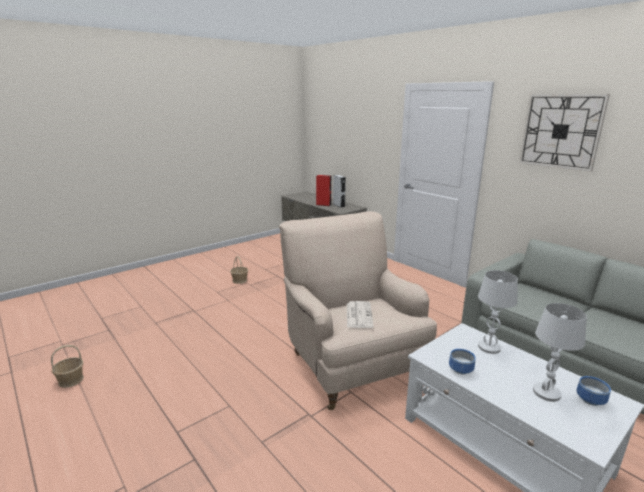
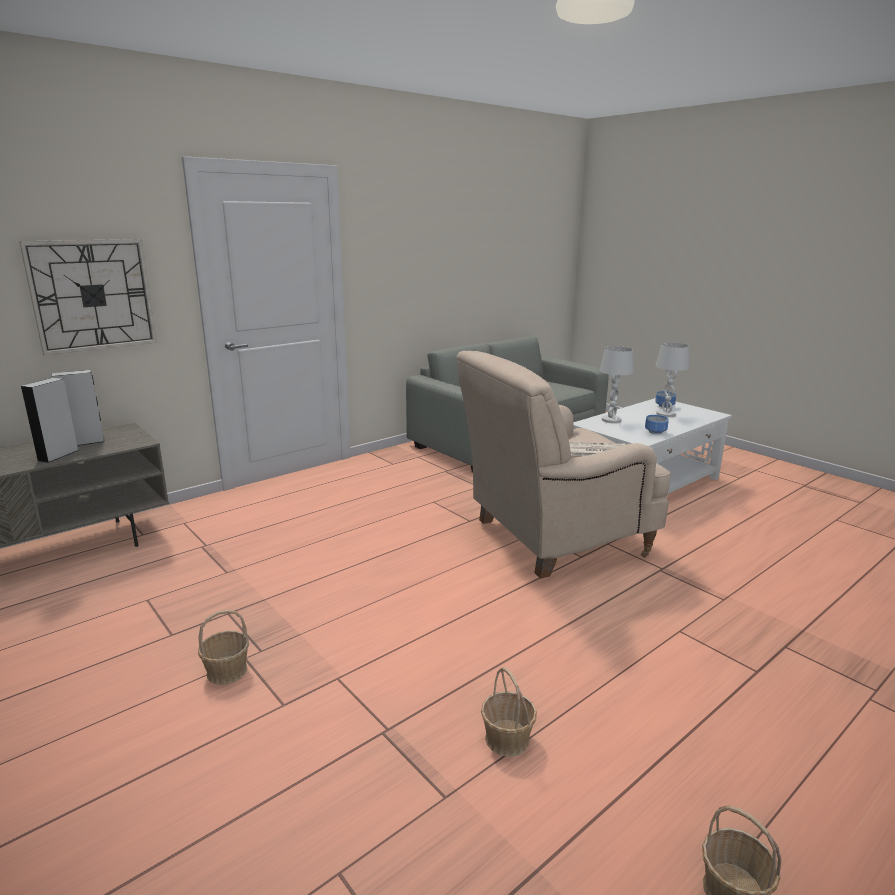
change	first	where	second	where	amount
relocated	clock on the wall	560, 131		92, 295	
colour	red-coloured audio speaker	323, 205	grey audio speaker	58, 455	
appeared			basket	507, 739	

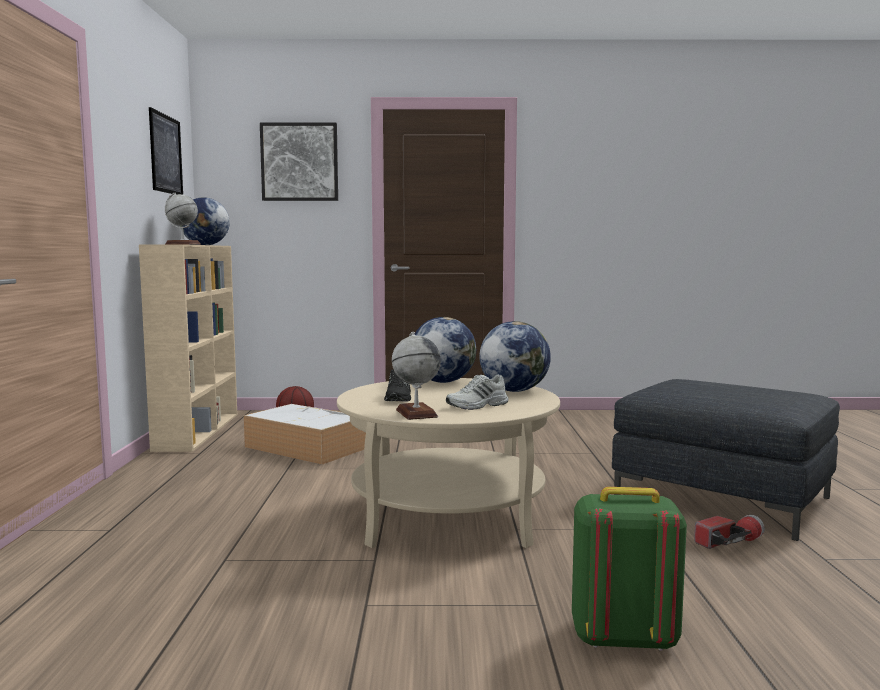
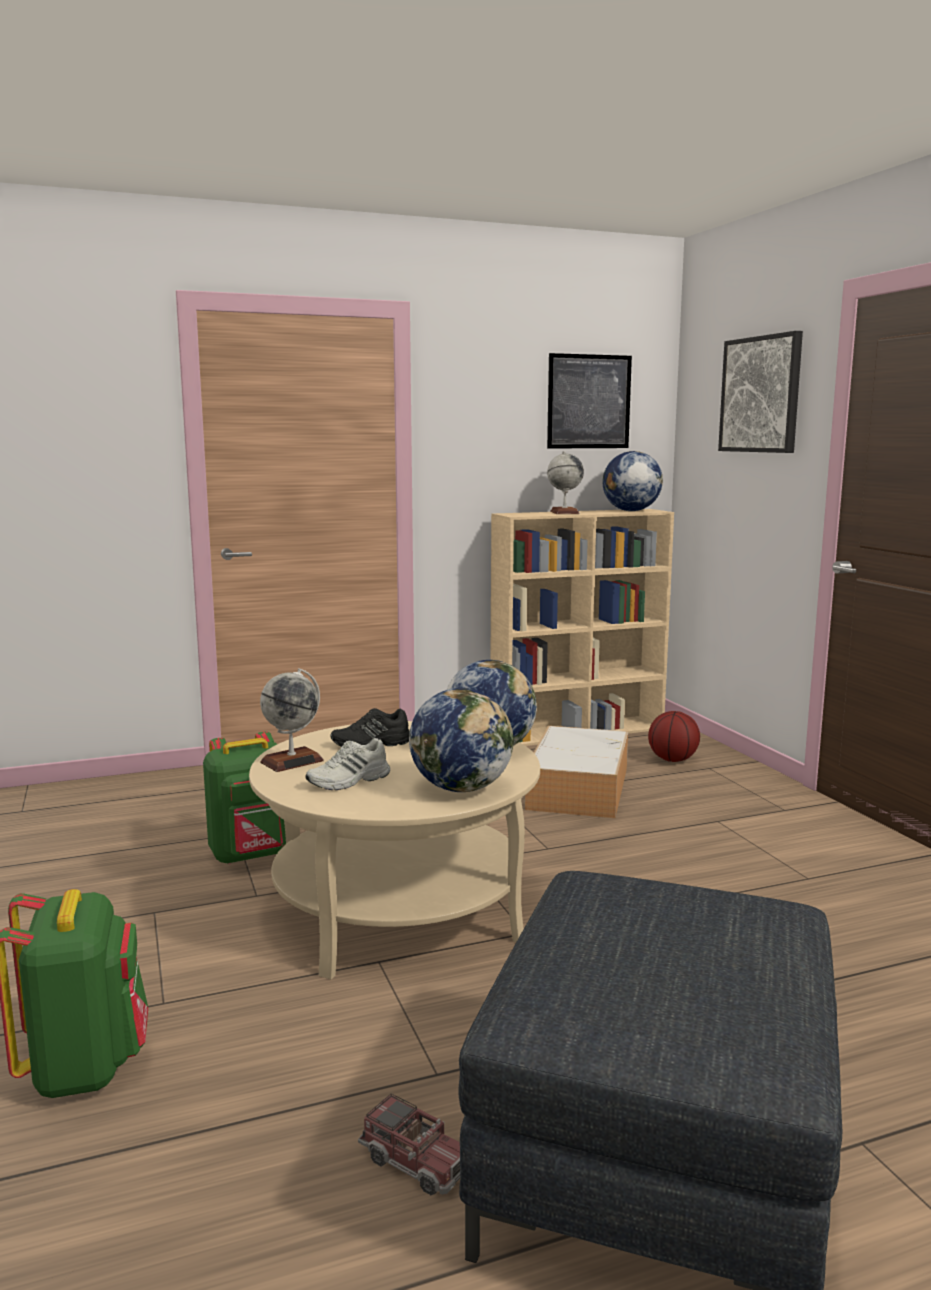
change	first	where	second	where	amount
spun	white item of footwear	478, 405		349, 781	75 degrees counterclockwise
exchanged	flashlight	729, 542	toy truck	415, 1162	
appeared			green-coloured knapsack	252, 855	

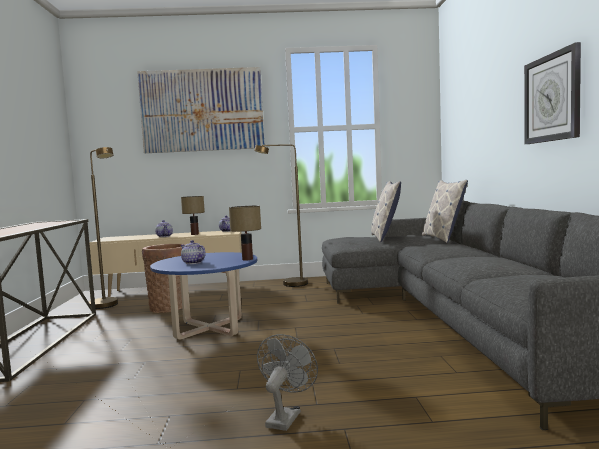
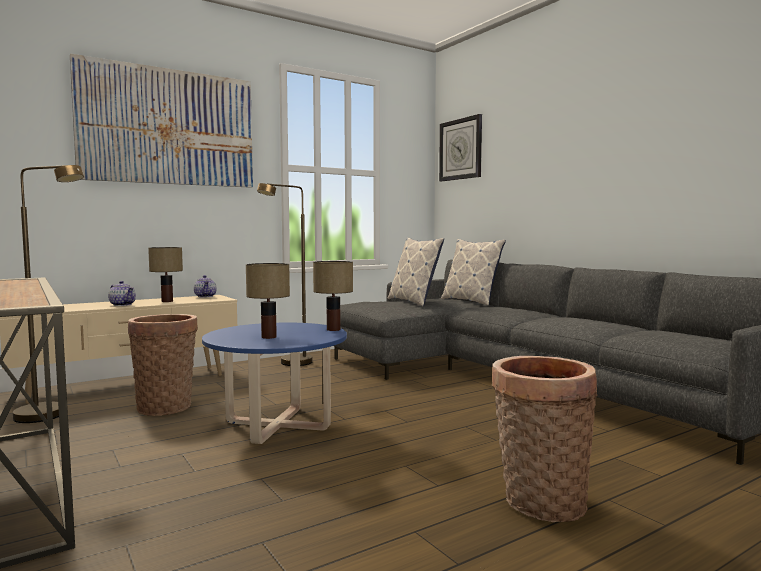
change	first	where	second	where	amount
relocated	clock on the wall	552, 98		461, 149	
exchanged	tea pot	192, 263	table lamp	269, 337	
exchanged	grey cooling fan	285, 416	basket	539, 501	

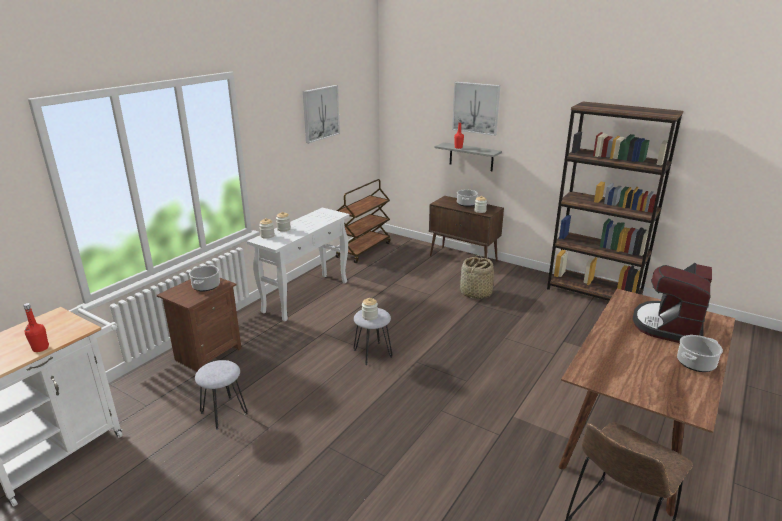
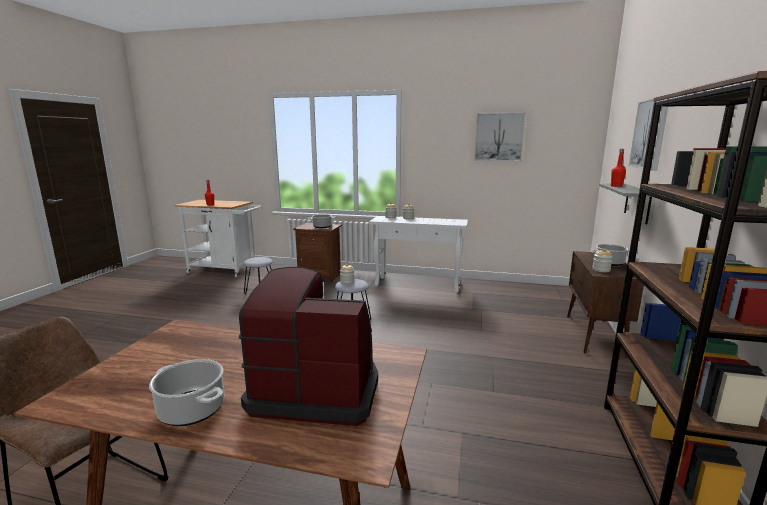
change	first	where	second	where	amount
missing	brown-coloured cart	363, 250			
missing	basket	475, 293			

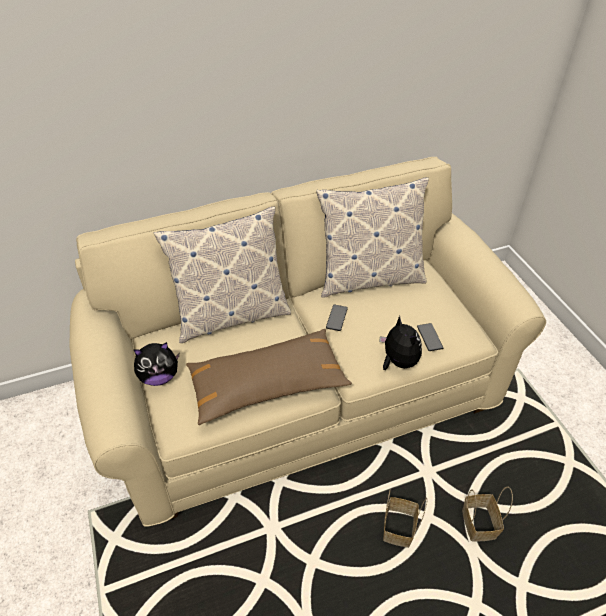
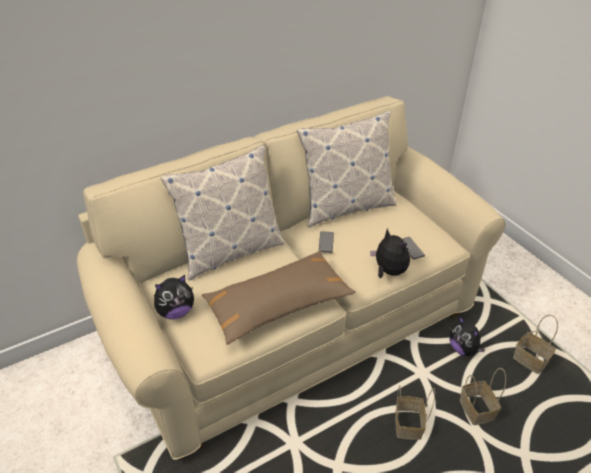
change	first	where	second	where	amount
appeared			basket	528, 360	
appeared			plush toy	463, 349	

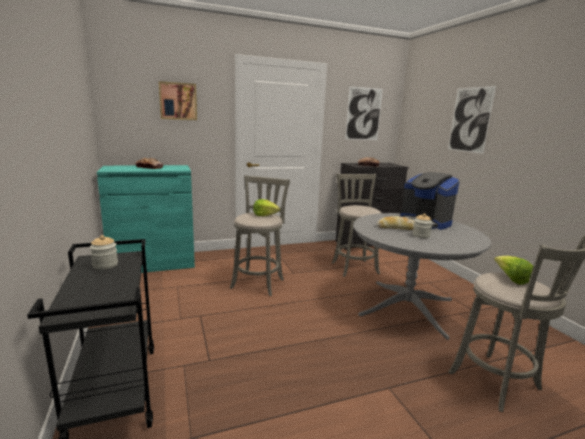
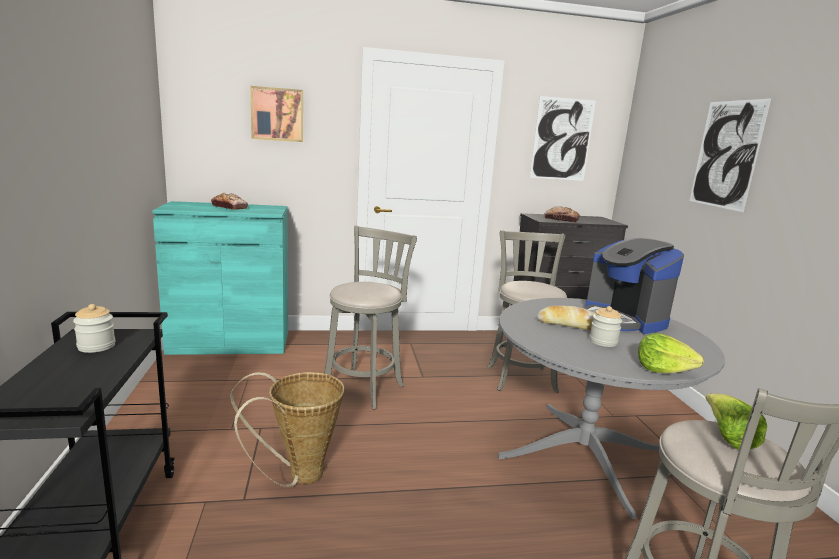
change	first	where	second	where	amount
relocated	lettuce	265, 215		662, 369	
appeared			basket	297, 476	

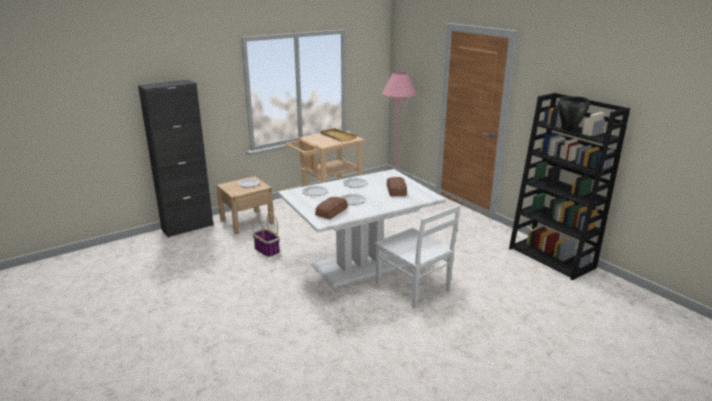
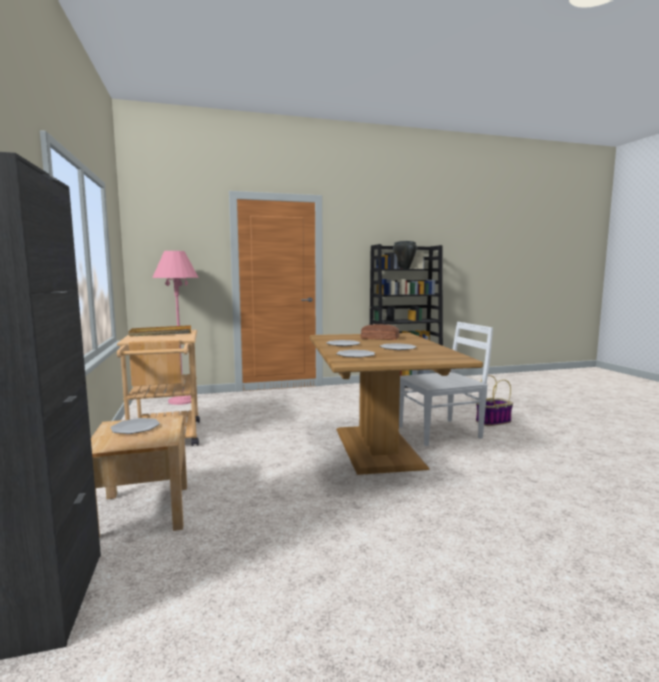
change	first	where	second	where	amount
colour	white kitchen table	360, 266	brown-coloured kitchen table	379, 447	
missing	bread	332, 212			
relocated	basket	267, 250		493, 421	

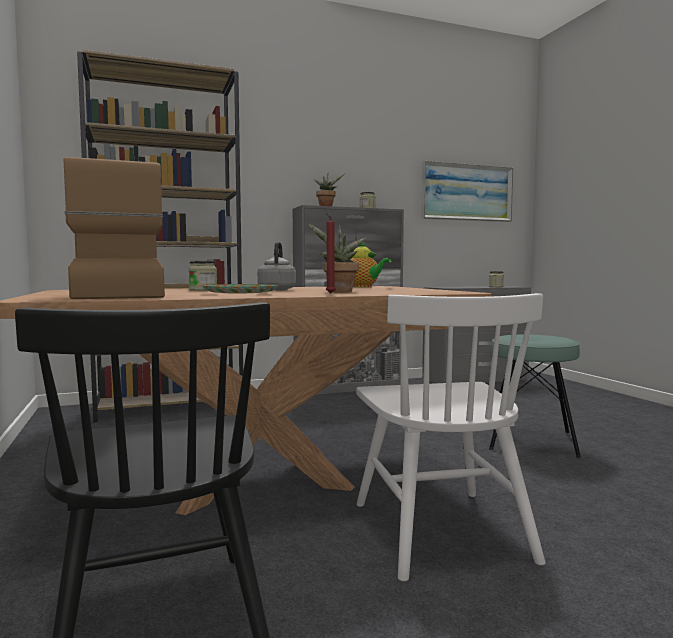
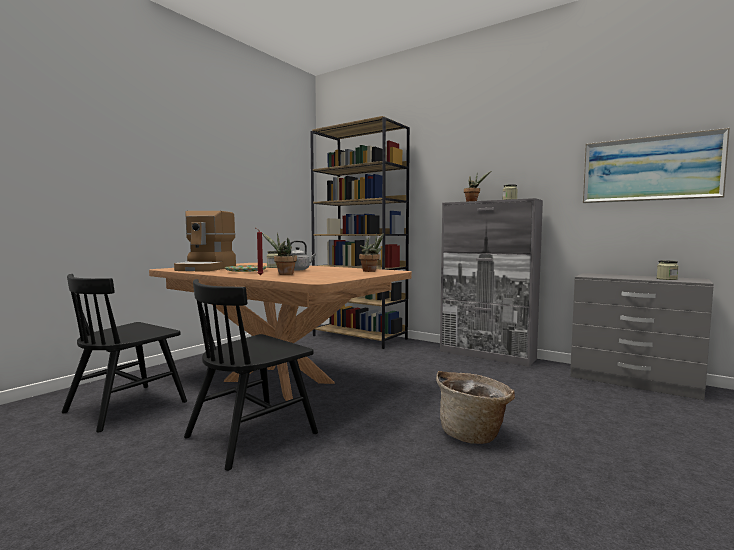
change	first	where	second	where	amount
spun	coffee maker	118, 295		207, 268	150 degrees clockwise
exchanged	tea pot	364, 287	potted plant	371, 271	
colour	white chair	440, 531	black-coloured chair	252, 435	
exchanged	turquoise-coloured stool seat	531, 440	basket	473, 434	

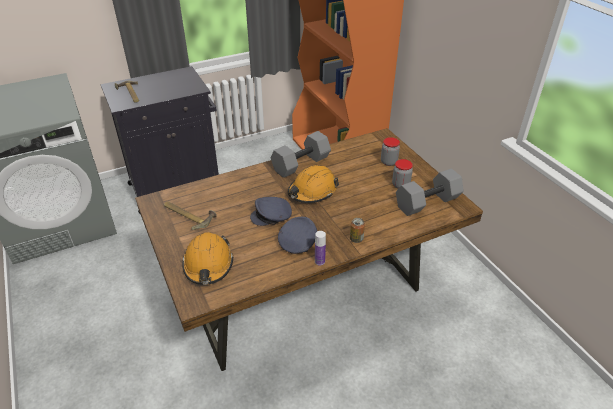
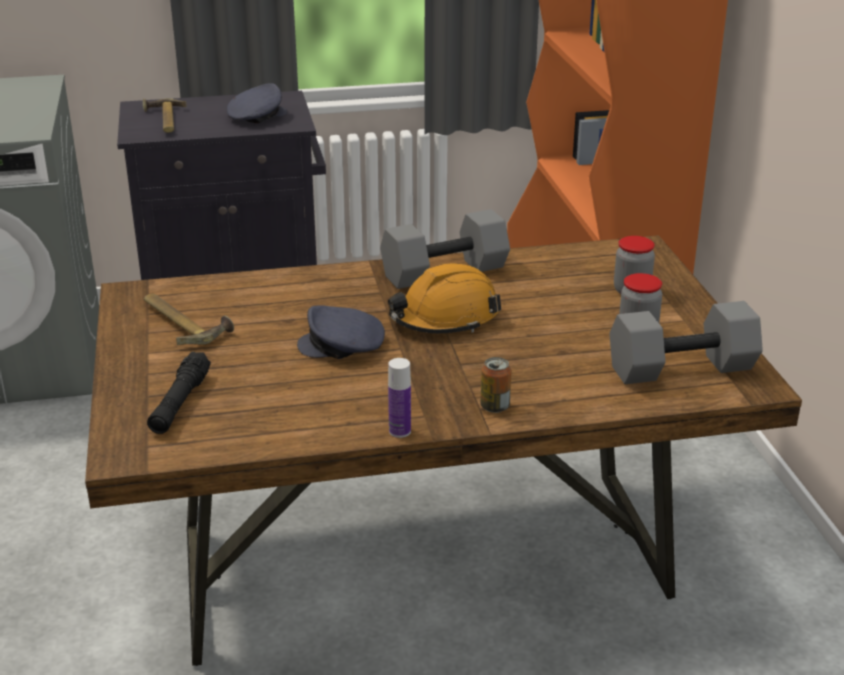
change	first	where	second	where	amount
relocated	grey cap	298, 241		256, 117	
exchanged	orangey safety helmet	208, 265	black-coloured flashlight	180, 403	

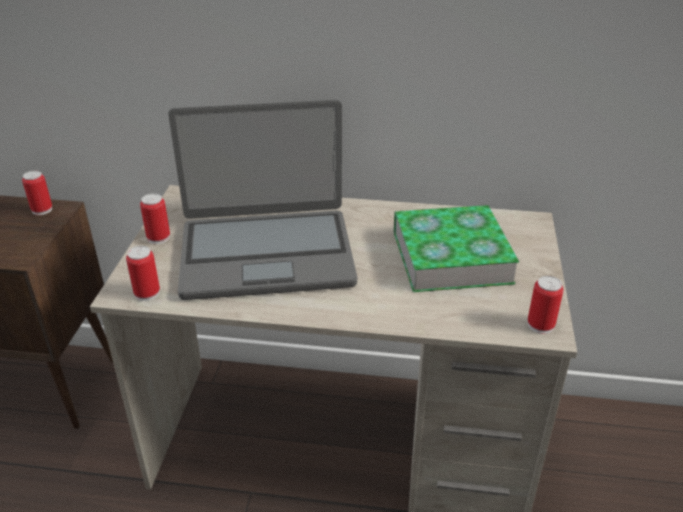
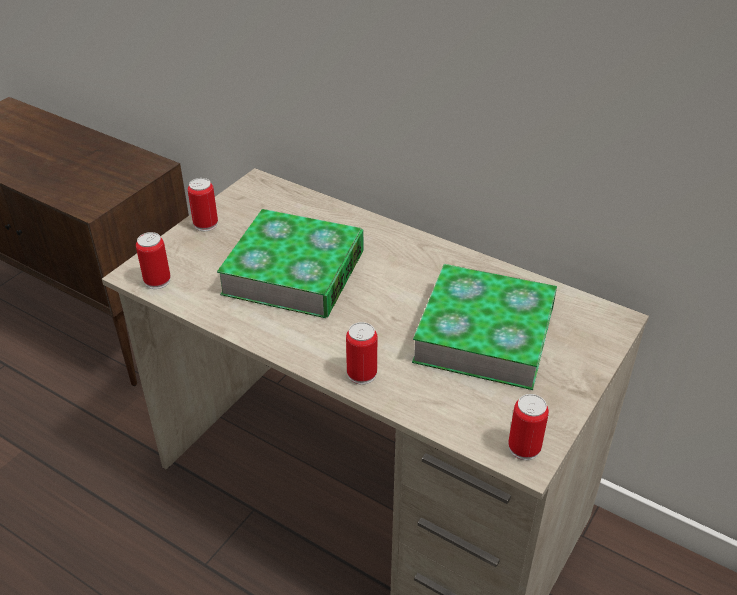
change	first	where	second	where	amount
exchanged	laptop	266, 254	bound book	294, 272	
relocated	metal can	42, 210		361, 374	

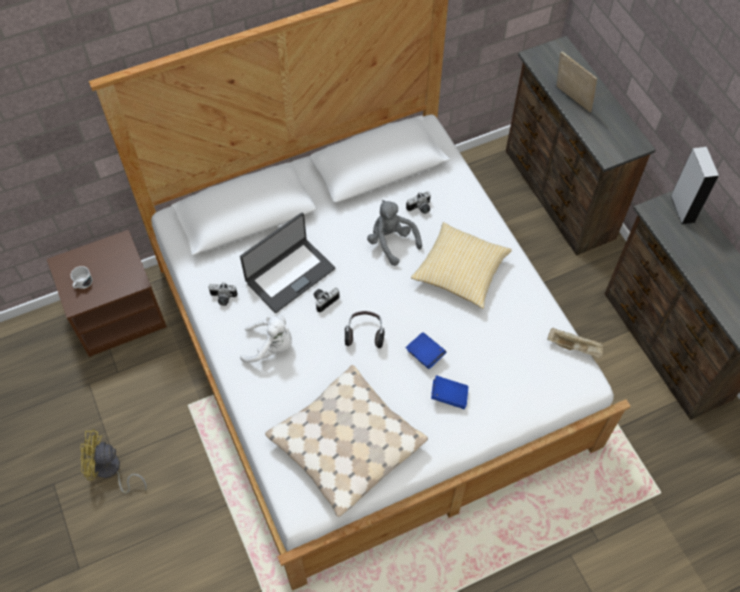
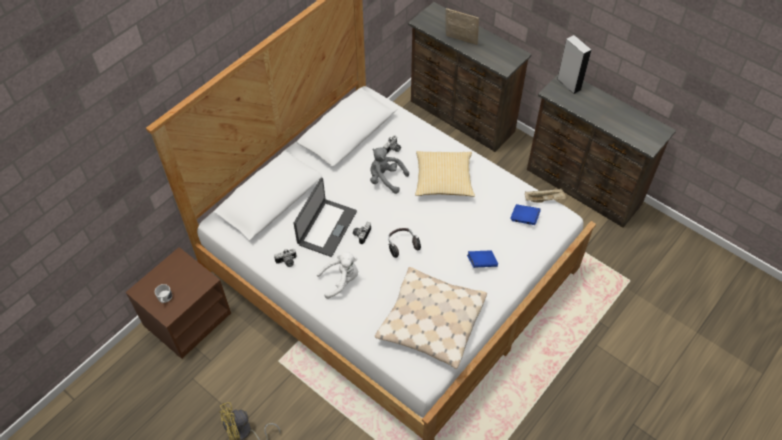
change	first	where	second	where	amount
relocated	blue-coloured bound book	425, 354		524, 218	

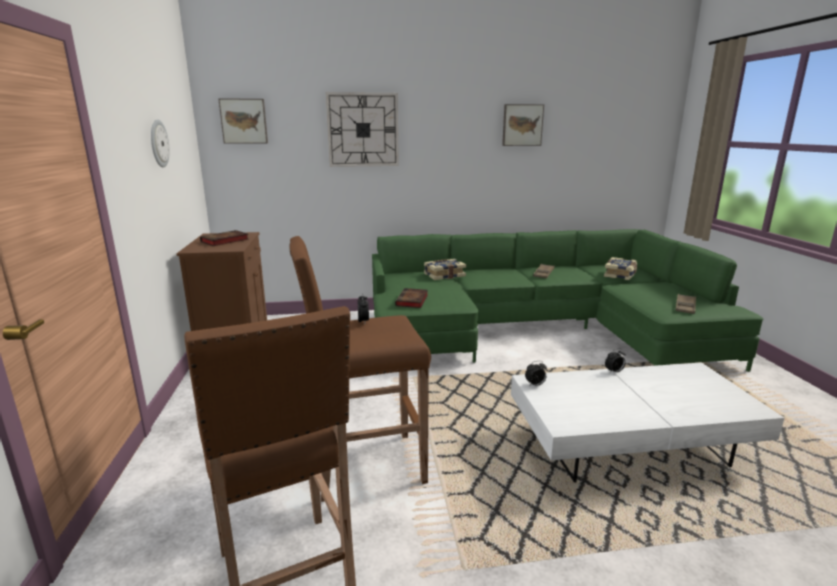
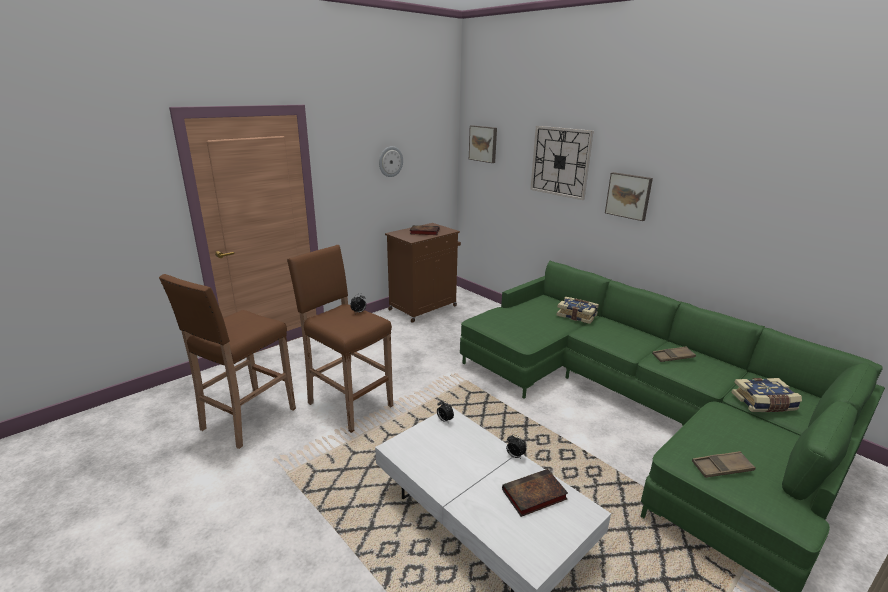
change	first	where	second	where	amount
relocated	picture	522, 125		629, 196	
relocated	bound book	412, 301		533, 496	

